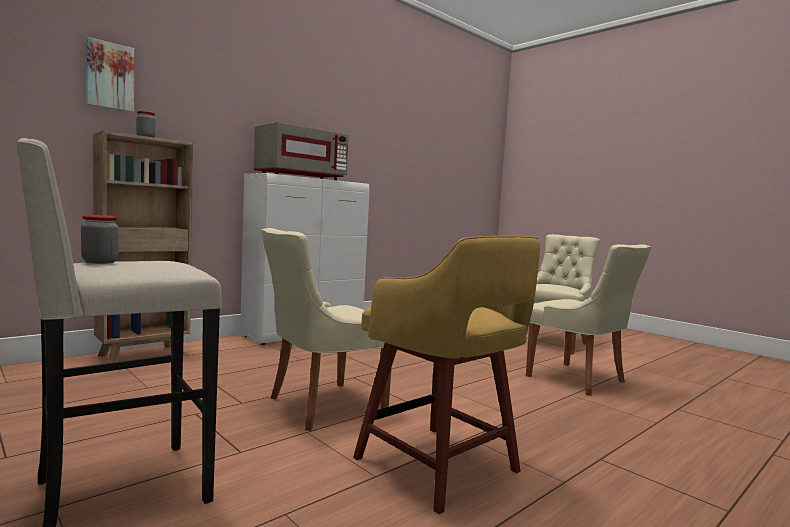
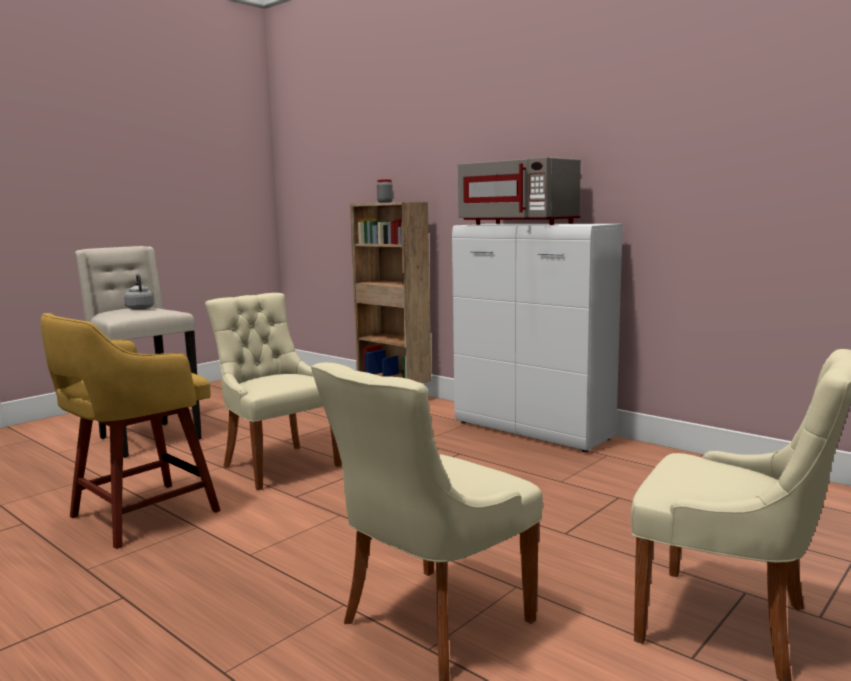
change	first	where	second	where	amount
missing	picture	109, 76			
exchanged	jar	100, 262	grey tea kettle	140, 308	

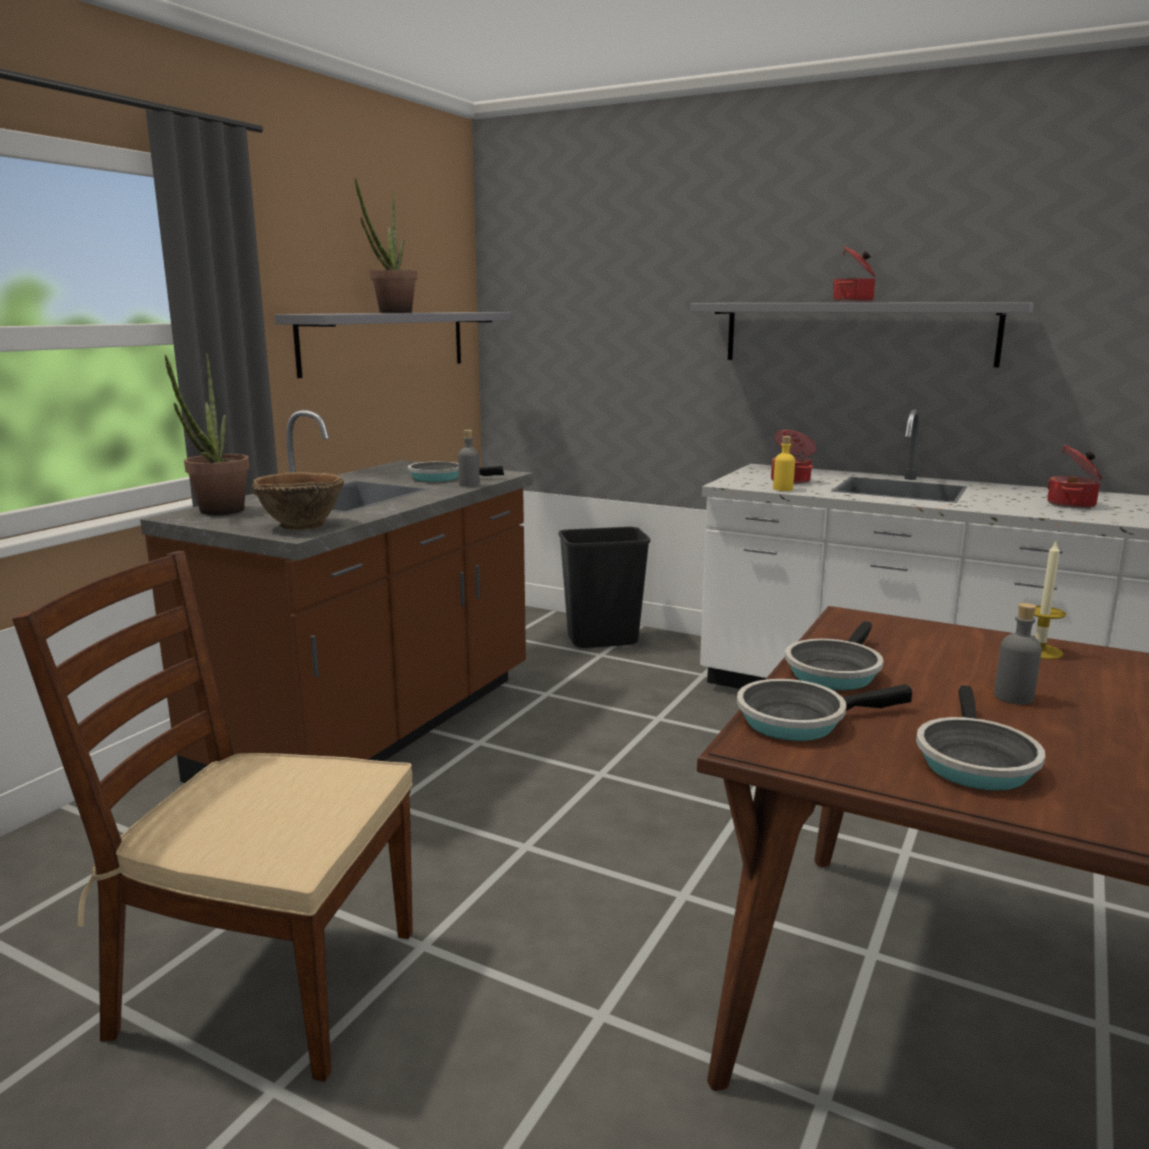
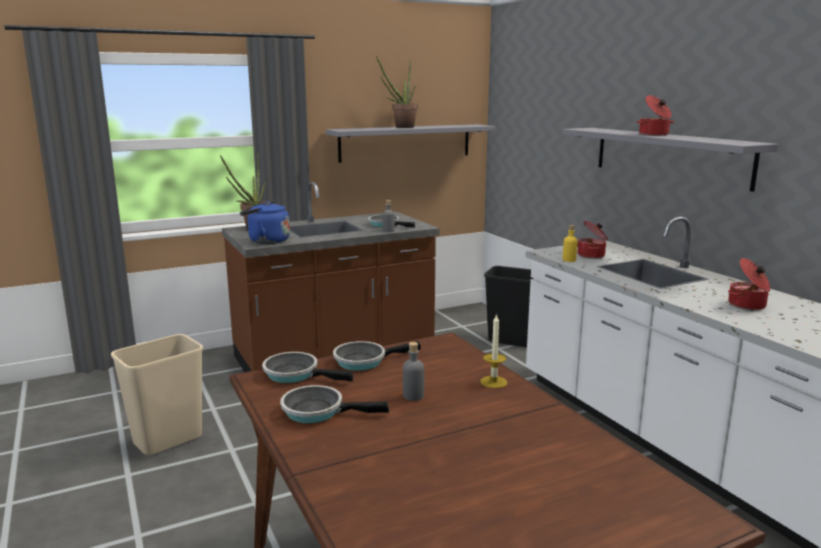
change	first	where	second	where	amount
exchanged	brown-coloured deep dish	301, 525	blue-coloured tea kettle	266, 241	
exchanged	brown-coloured chair	265, 981	beige-coloured trash can	168, 440	
spun	pan	973, 761		318, 411	45 degrees clockwise

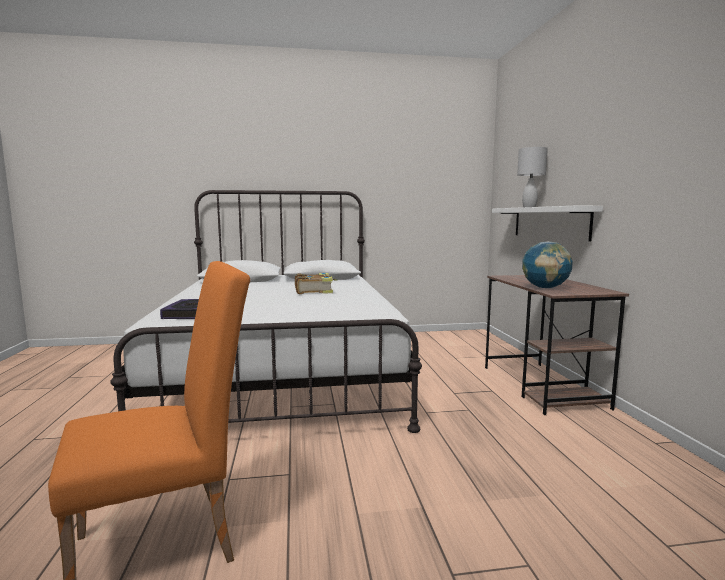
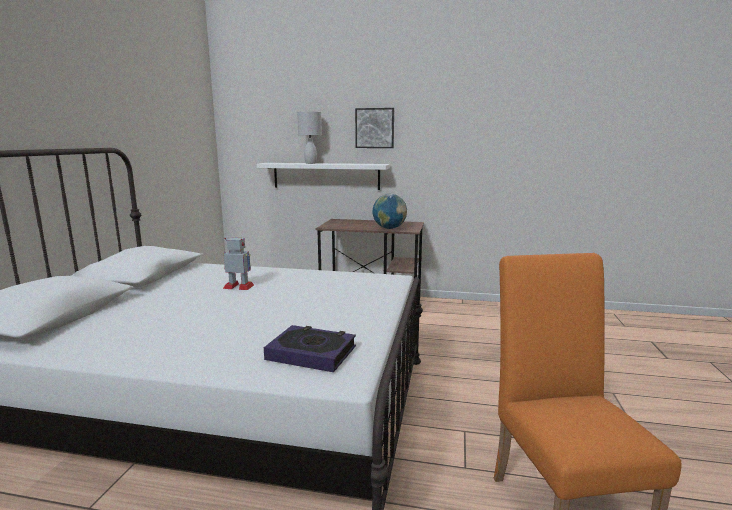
change	first	where	second	where	amount
exchanged	bound book	314, 290	toy robot	239, 286	
appeared			picture	375, 128	

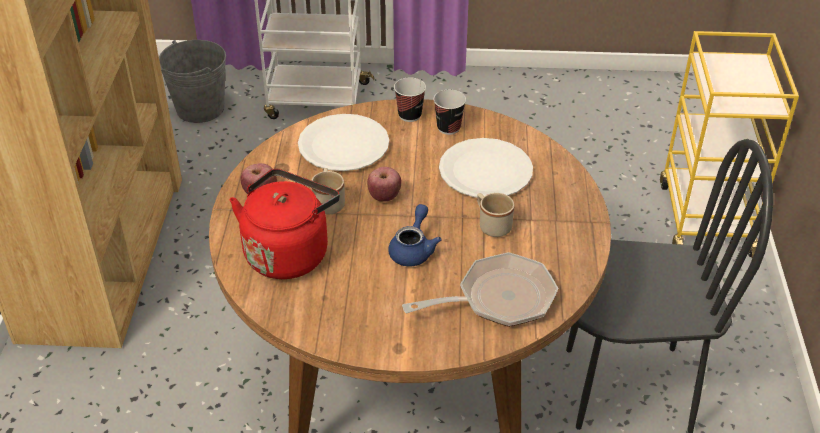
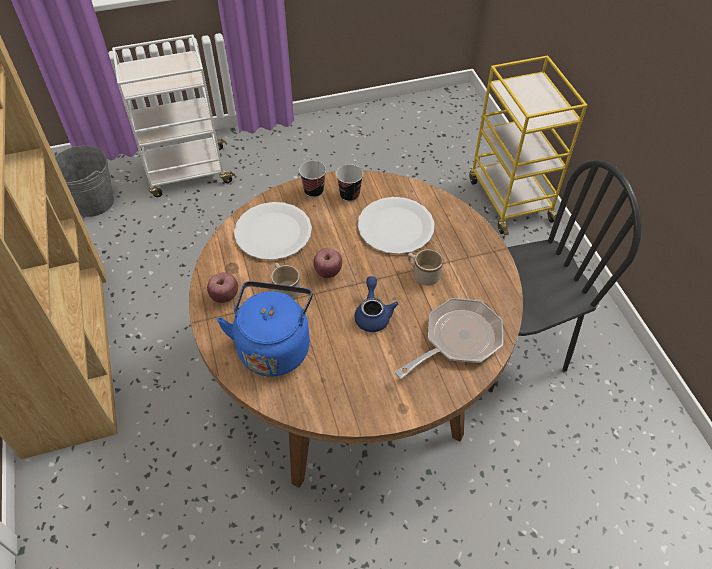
change	first	where	second	where	amount
colour	red-coloured tea kettle	289, 252	blue-coloured tea kettle	274, 346	

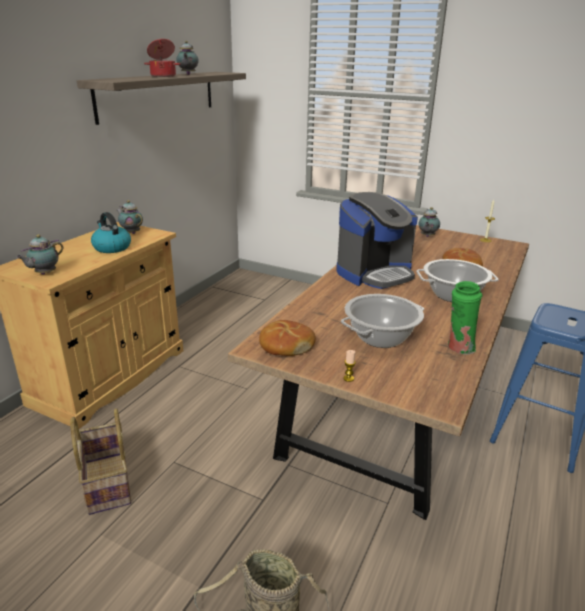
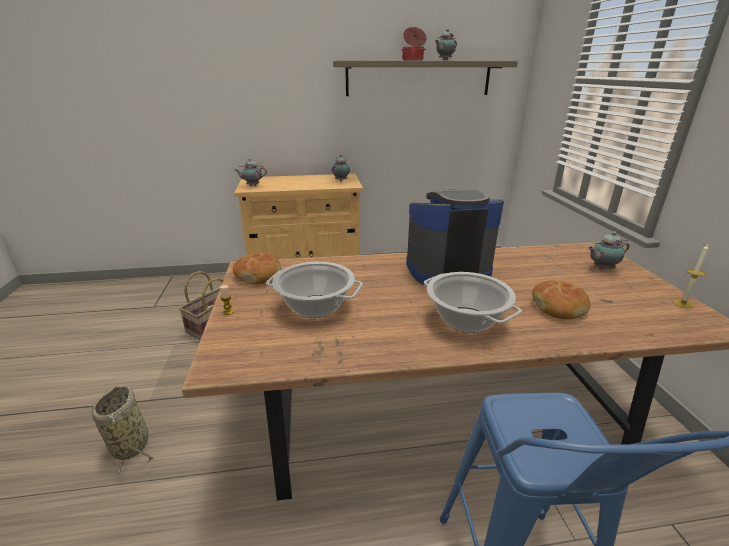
change	first	where	second	where	amount
spun	coffee maker	375, 273		447, 270	150 degrees clockwise
missing	tea kettle	111, 247			
missing	green-coloured decorative vase	459, 348			

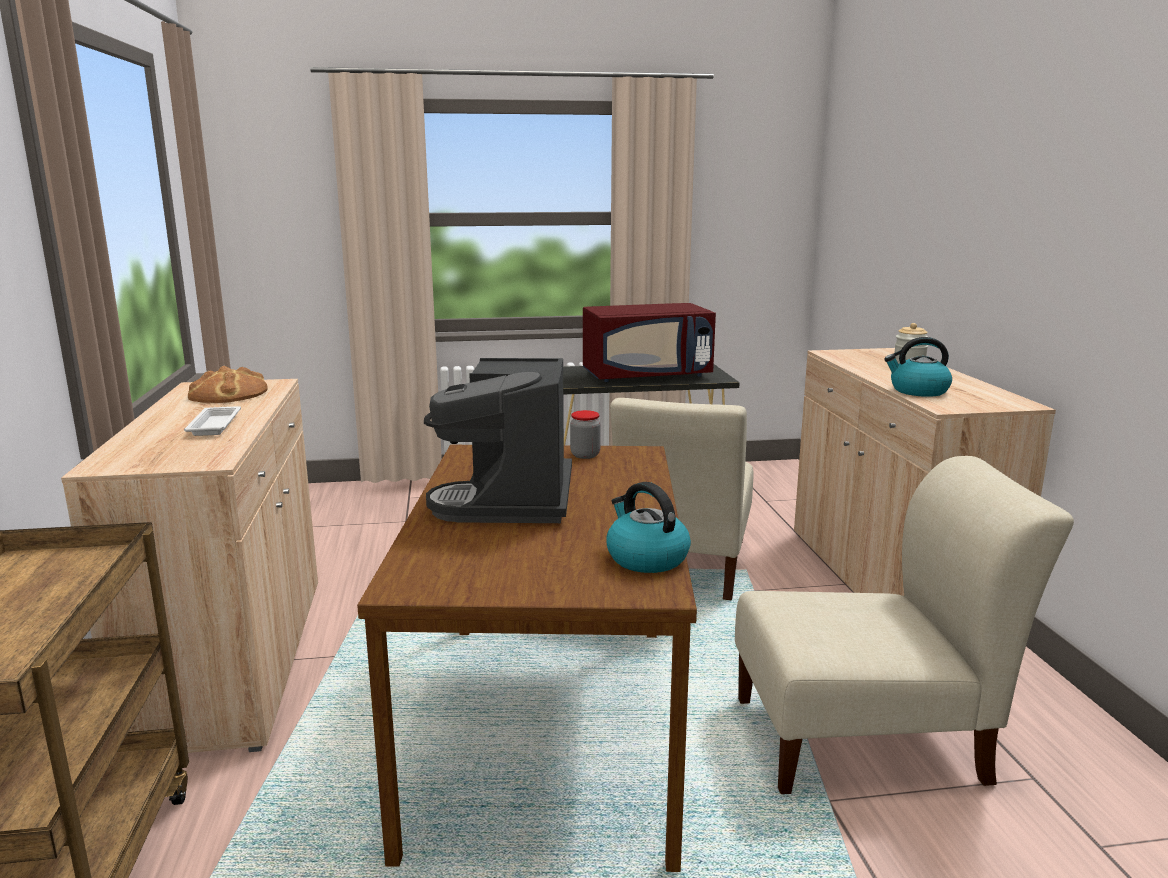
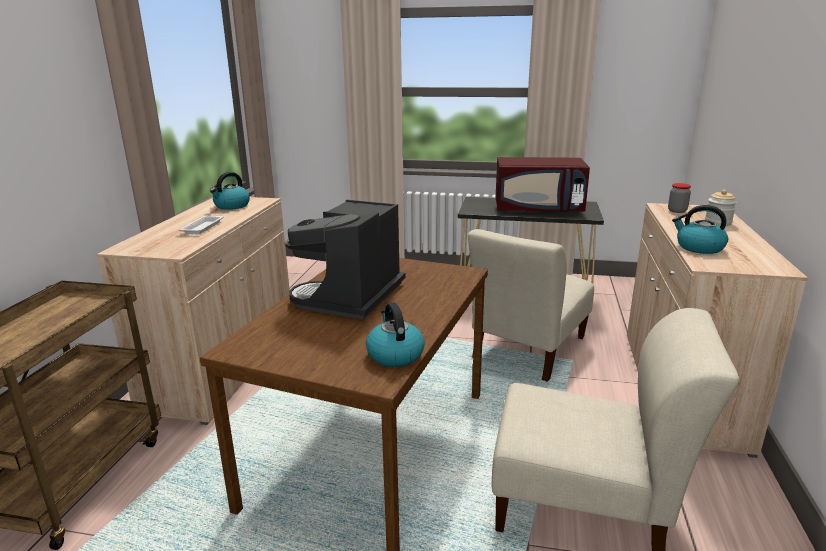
change	first	where	second	where	amount
exchanged	bread	228, 394	tea kettle	231, 206	
relocated	jar	585, 455		677, 211	

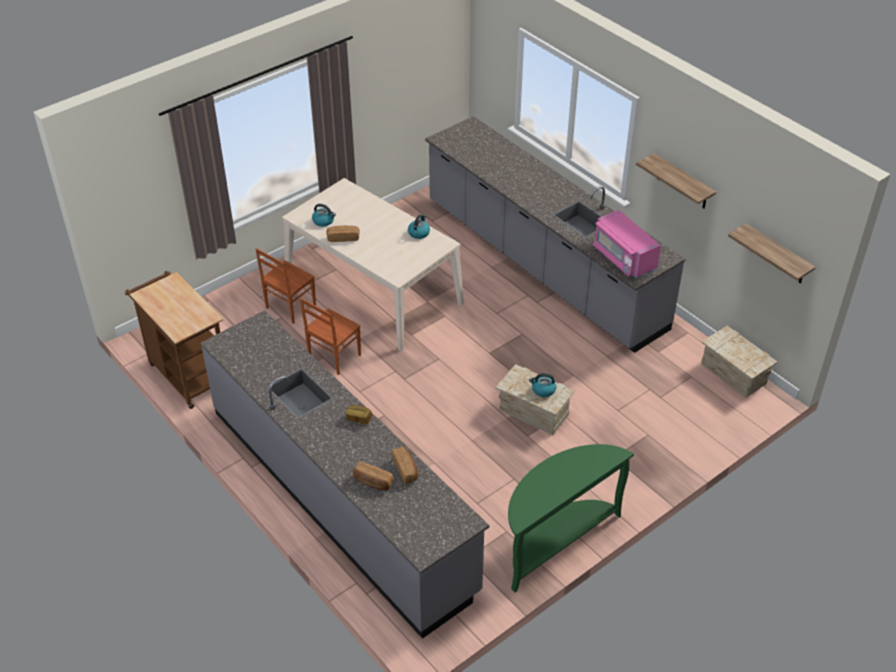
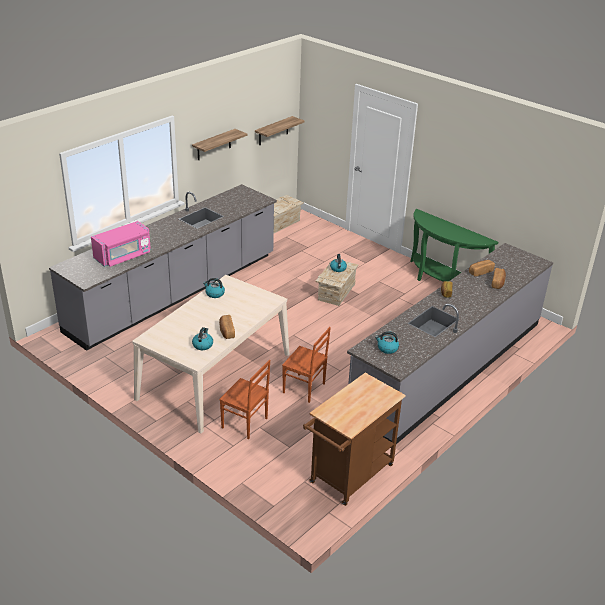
change	first	where	second	where	amount
relocated	pink microwave oven	623, 258		123, 256	
appeared			tea kettle	387, 348	

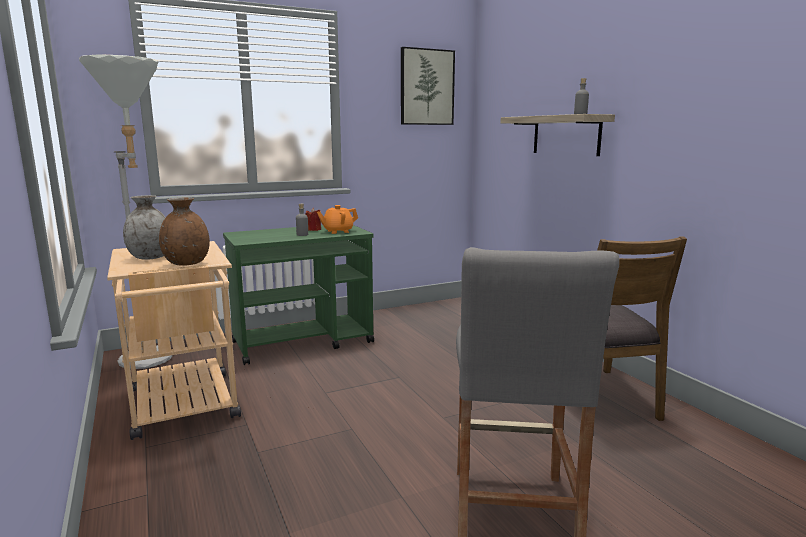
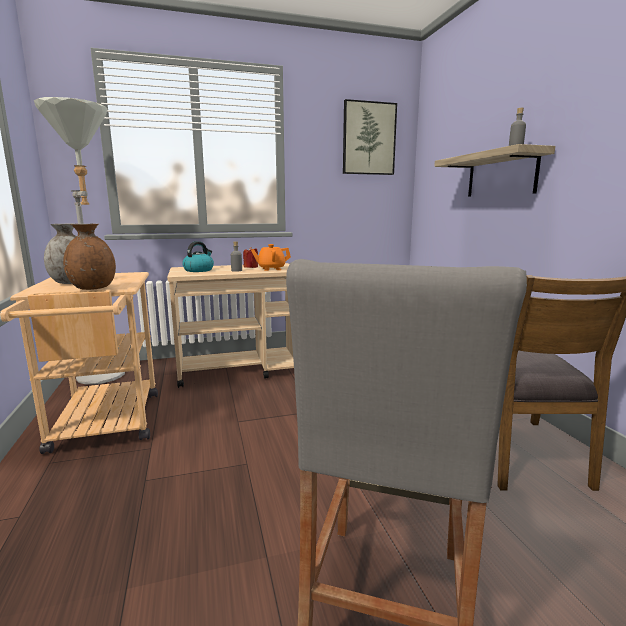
change	first	where	second	where	amount
colour	green-coloured cart	304, 342	beige-coloured cart	240, 370	
appeared			tea kettle	199, 270	

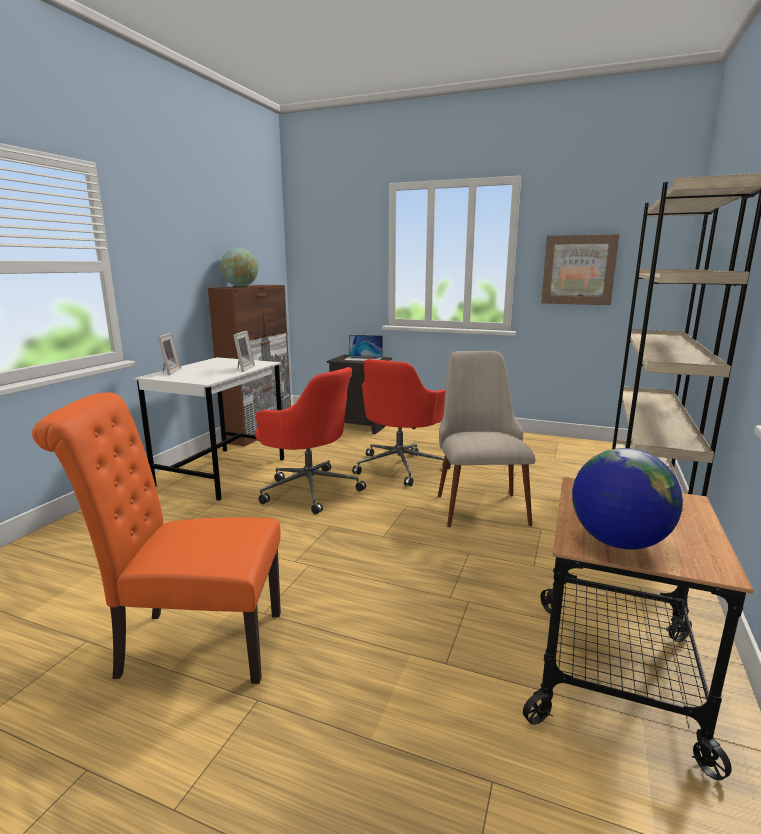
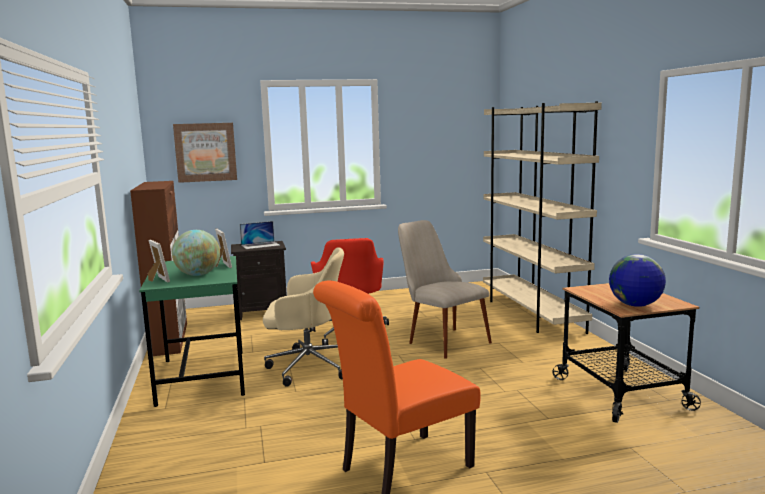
change	first	where	second	where	amount
relocated	picture	578, 270		205, 152	
relocated	globe	240, 286		198, 275	
colour	white desk	222, 472	green-coloured desk	202, 377	
colour	red-coloured desk chair	309, 489	beige-coloured desk chair	307, 366	

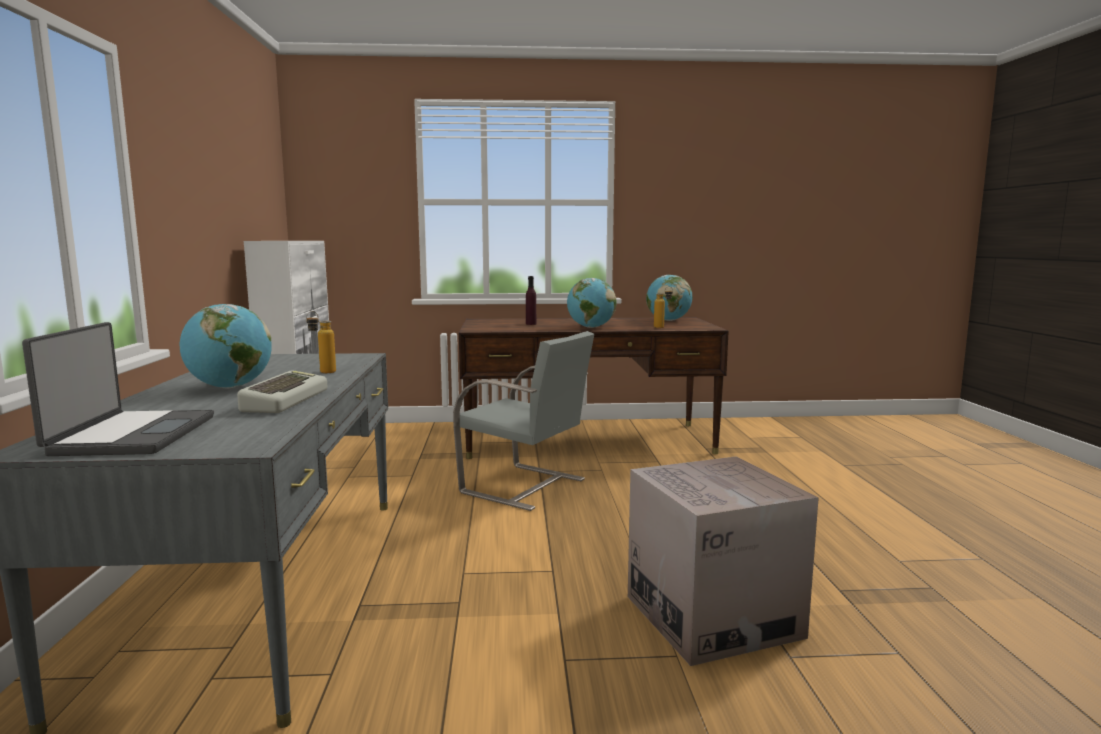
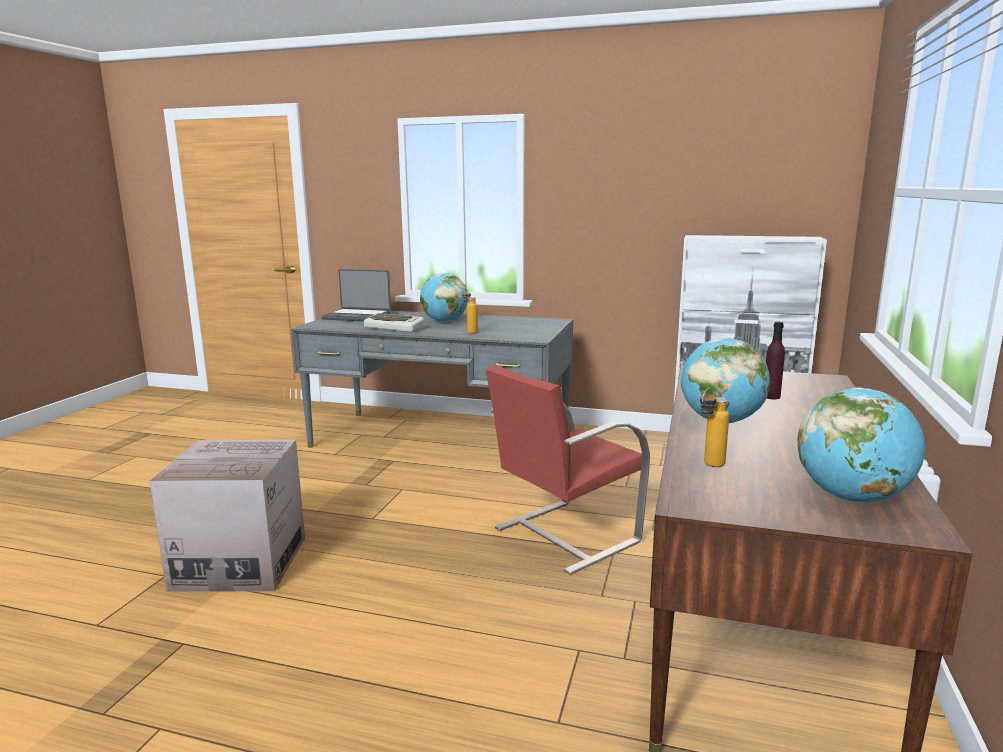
change	first	where	second	where	amount
colour	grey chair	525, 486	red-coloured chair	563, 535	

